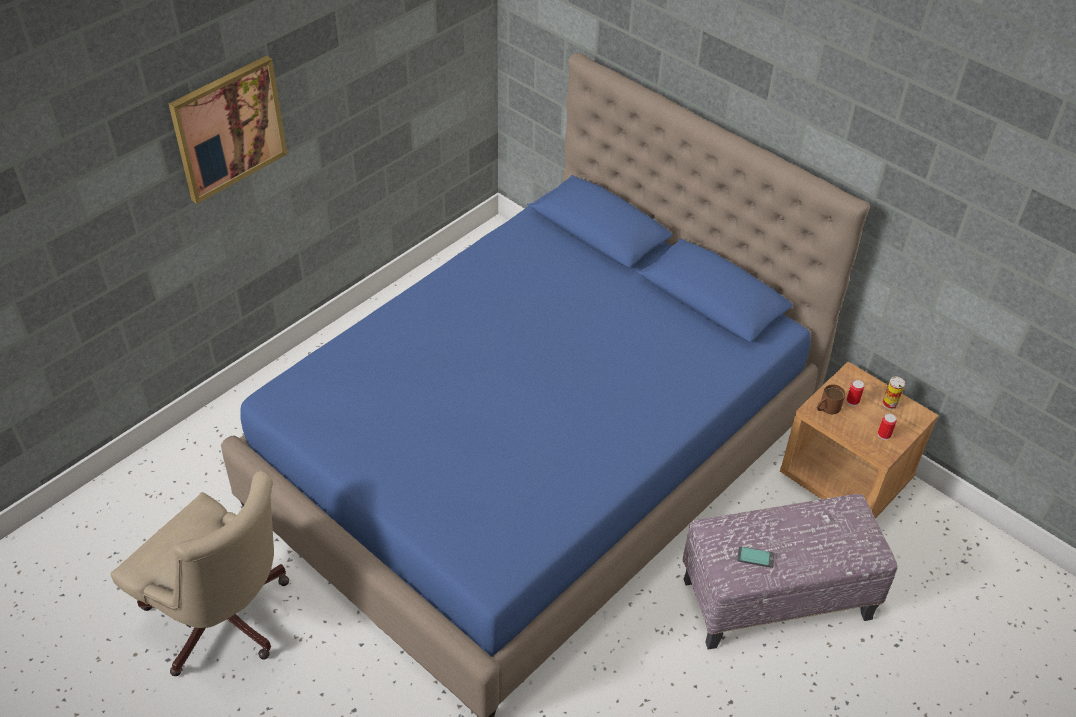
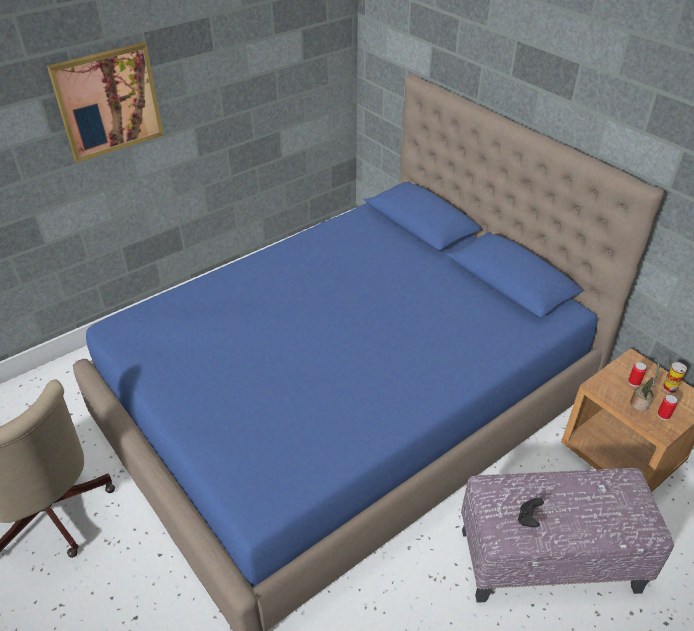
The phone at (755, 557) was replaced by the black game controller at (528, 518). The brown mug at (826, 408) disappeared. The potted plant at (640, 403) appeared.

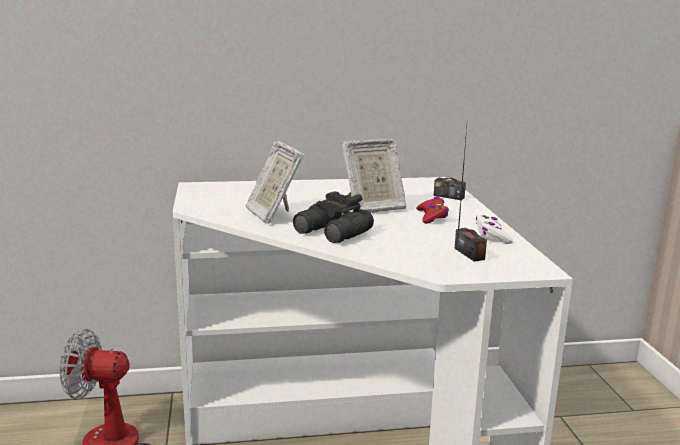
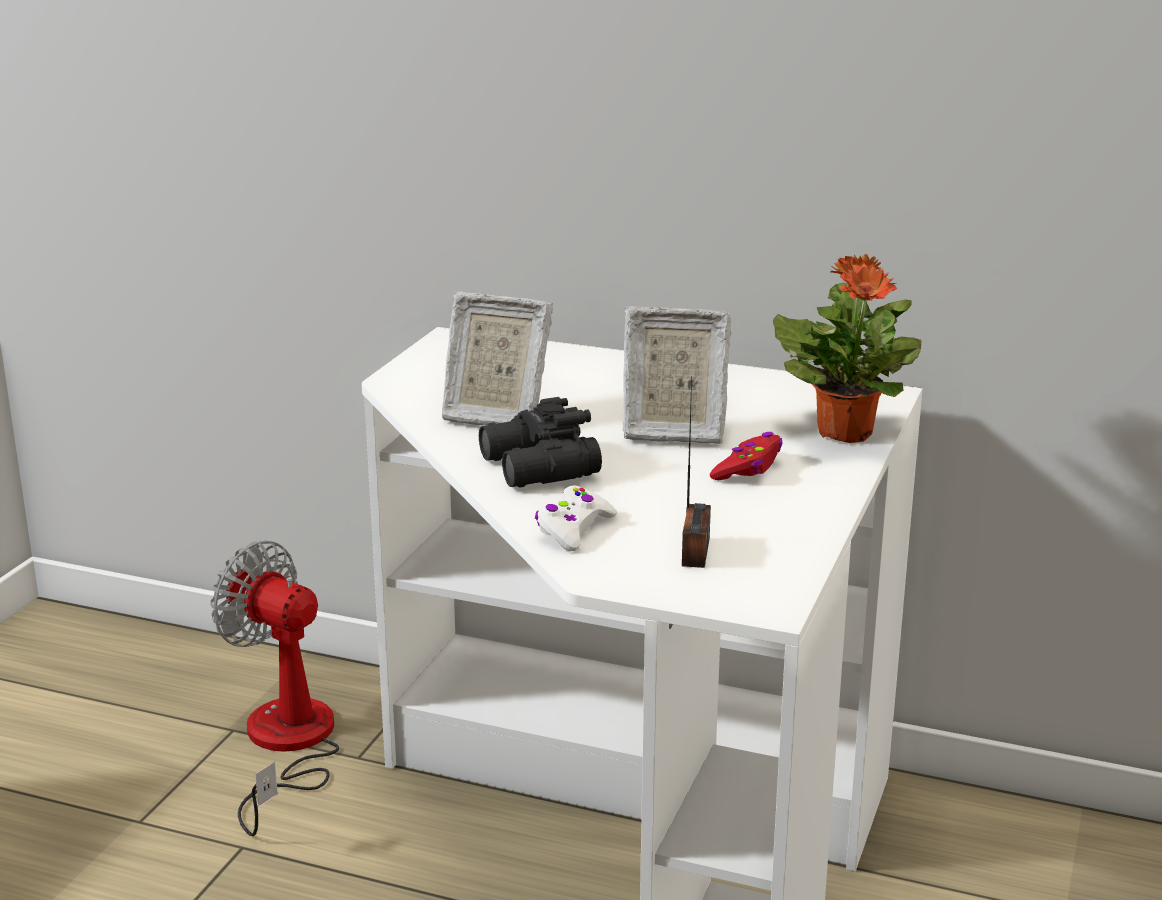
The picture frame at (273, 215) turned 75 degrees counterclockwise. The radio at (449, 196) was replaced by the potted plant at (845, 432). The white game controller moved from (492, 235) to (573, 529).

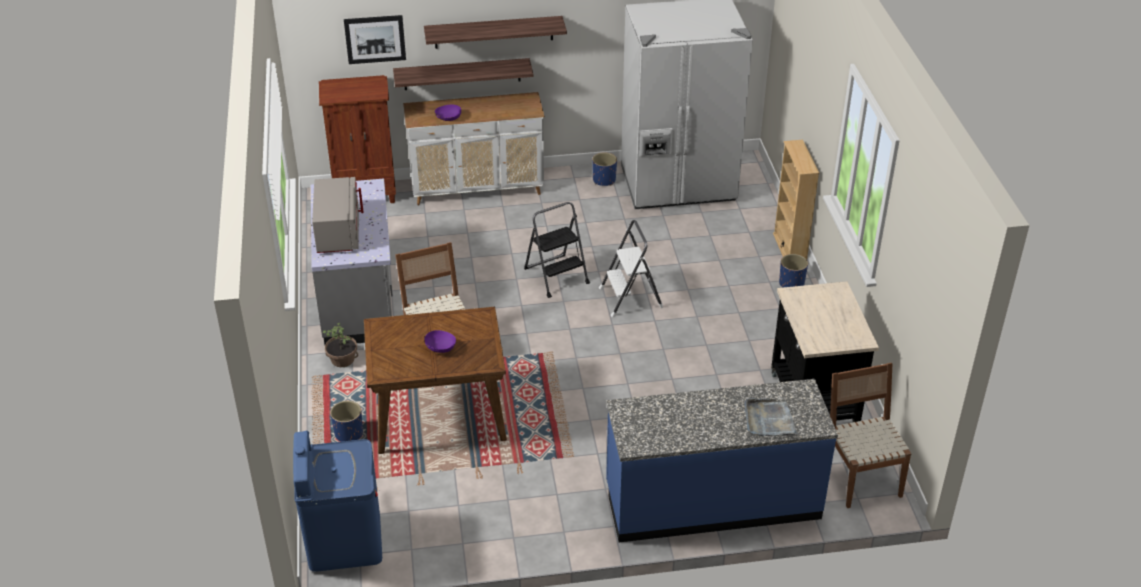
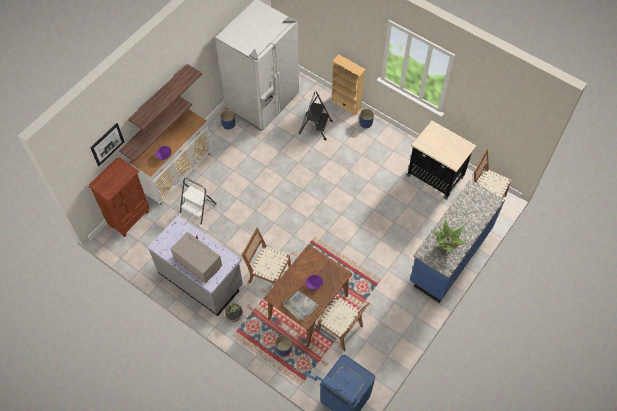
The black step ladder moved from (555, 274) to (314, 126). The white step ladder moved from (633, 297) to (199, 208). The grey tray moved from (769, 420) to (300, 306). The chair at (341, 330) appeared. The potted plant at (446, 245) appeared.

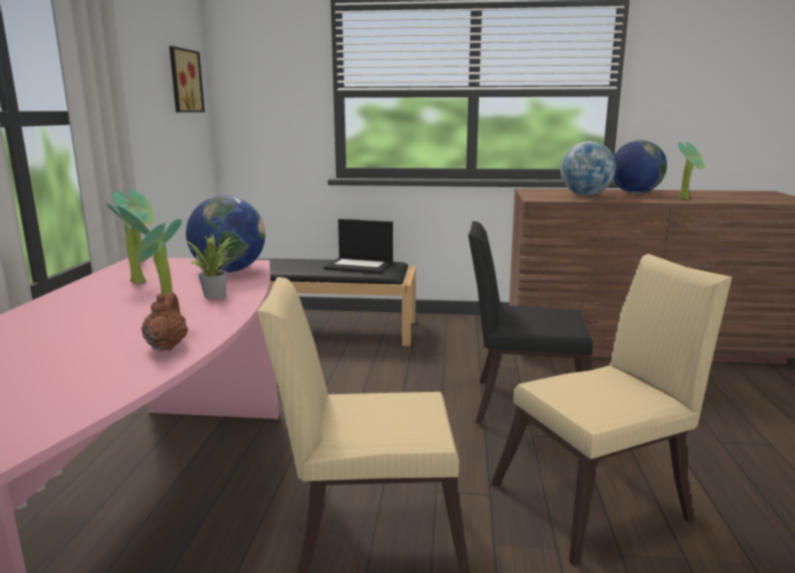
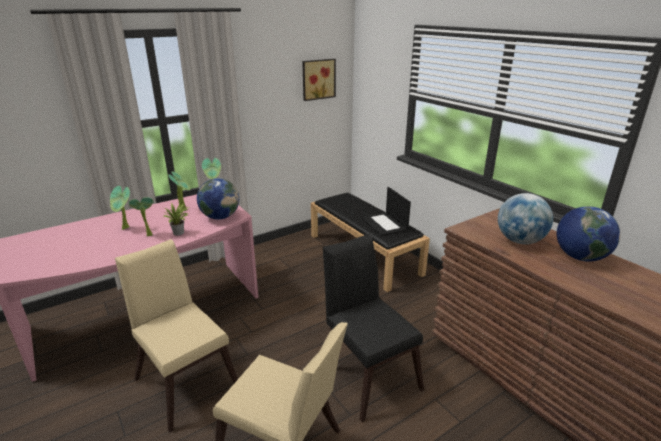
The brown teapot at (167, 346) disappeared. The potted plant moved from (686, 198) to (126, 228).

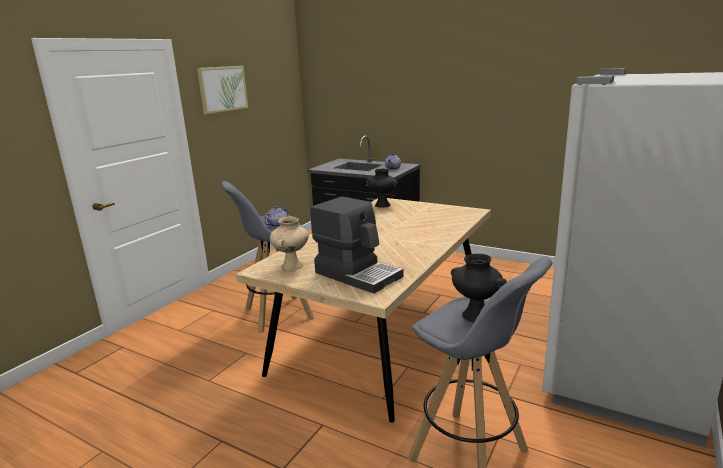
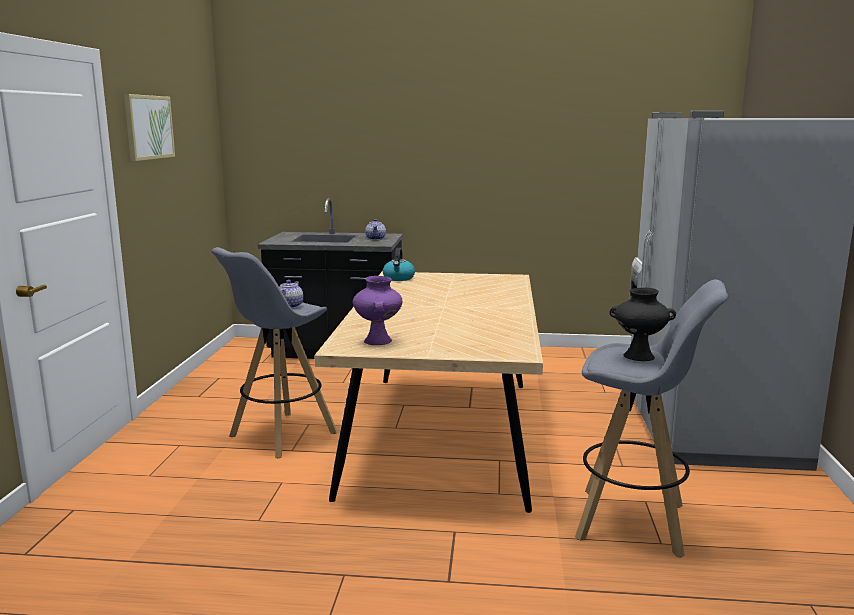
The beige vase at (292, 266) became the purple vase at (378, 341). The coffee machine at (358, 274) disappeared. The black vase at (383, 205) was replaced by the kettle at (399, 278).

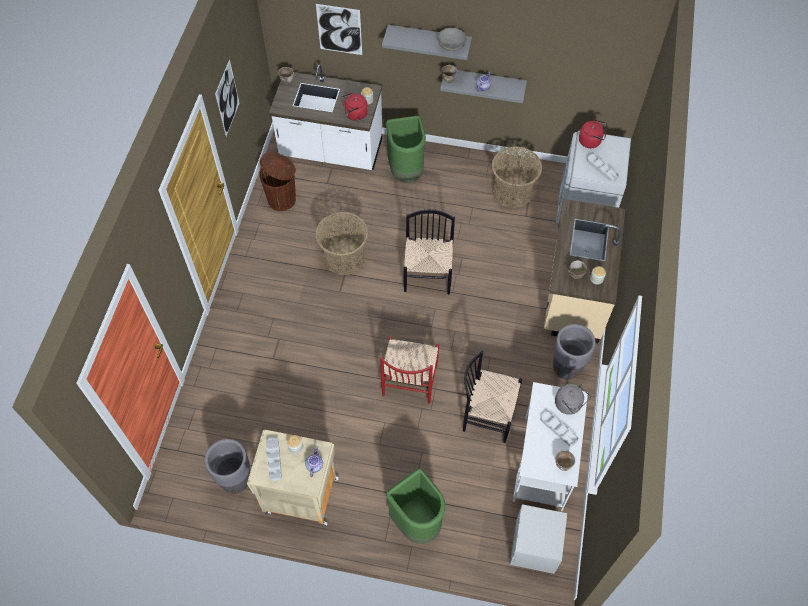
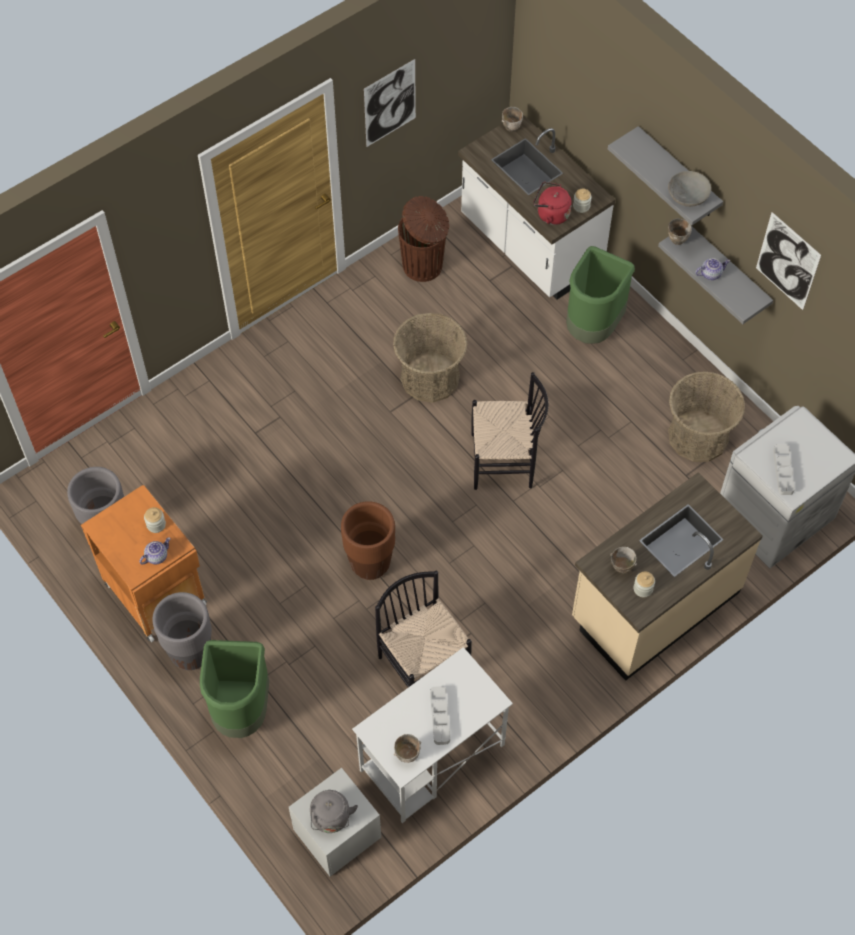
The beige cart at (300, 495) became the orange cart at (154, 592). The grey tray at (274, 459) disappeared. The picture moved from (339, 29) to (787, 261). The red chair at (409, 383) was replaced by the brown planter at (370, 564). The black chair at (428, 274) turned 45 degrees clockwise. The grey planter moved from (566, 368) to (191, 653). The grey kettle moved from (569, 405) to (331, 819). The red kettle at (591, 141) disappeared.

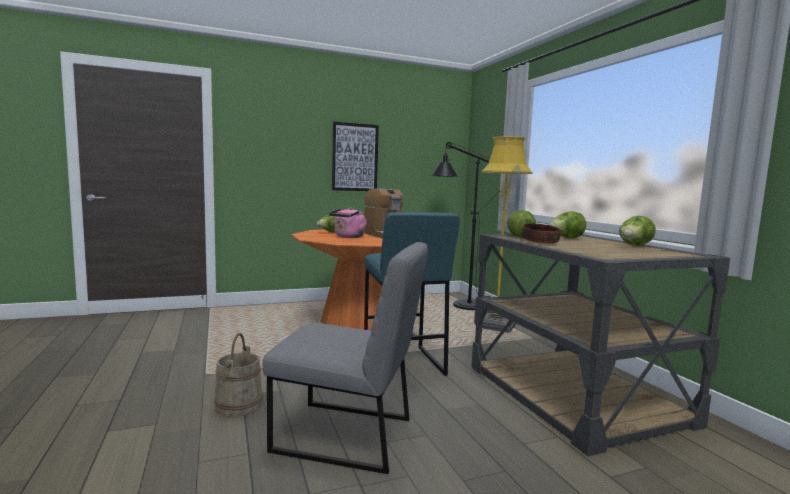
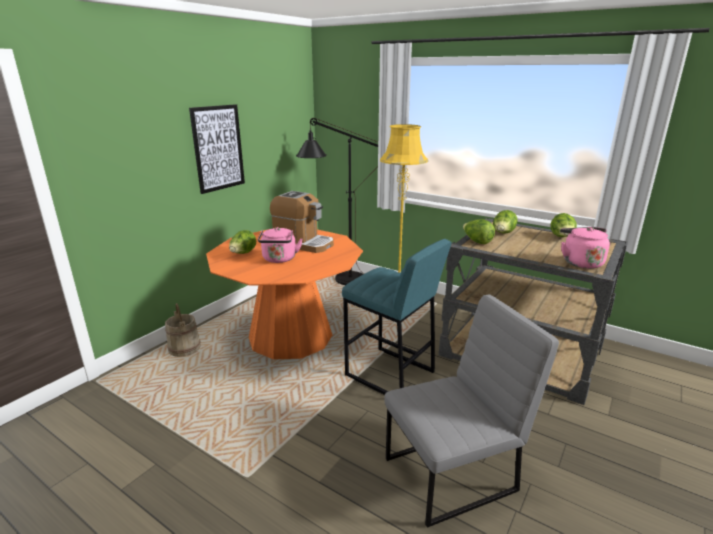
The beige bucket moved from (238, 405) to (184, 348). The bowl at (539, 242) disappeared. The pink kettle at (580, 262) appeared.

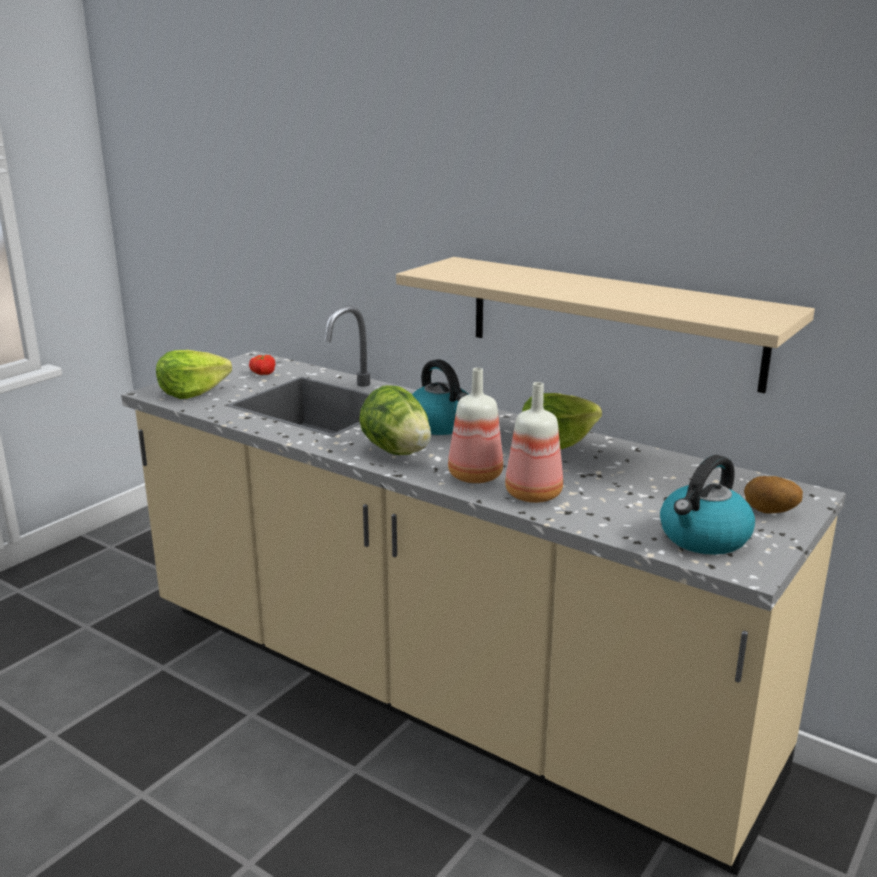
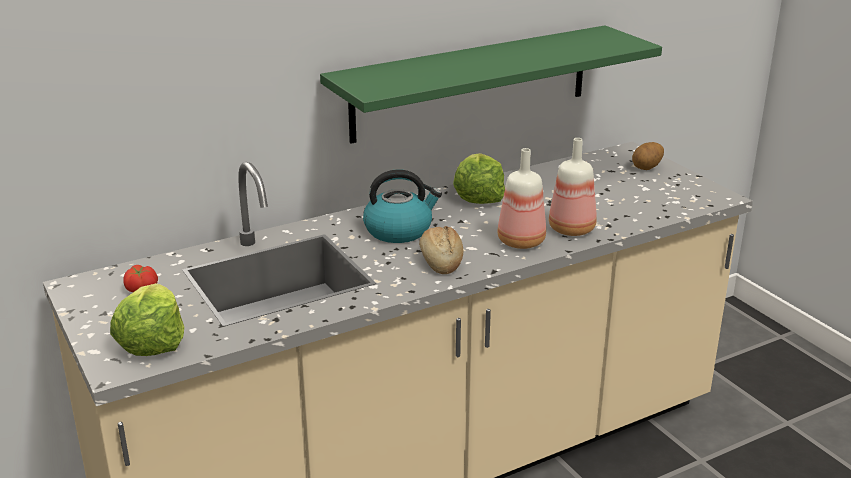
The lettuce at (396, 451) was replaced by the bread at (441, 261). The beige shelf at (611, 321) became the green shelf at (472, 83). The kettle at (703, 538) disappeared.

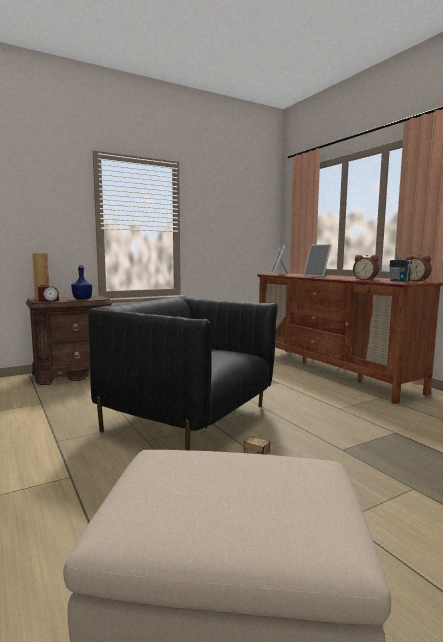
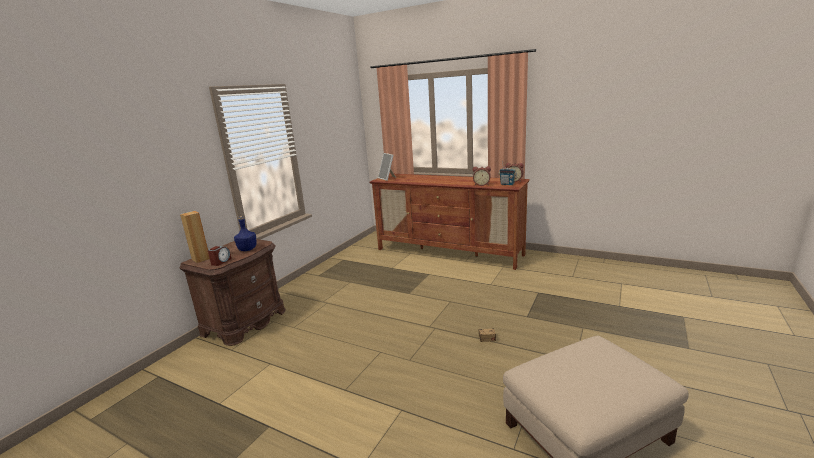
The black armchair at (189, 419) disappeared. The picture frame at (317, 276) disappeared.

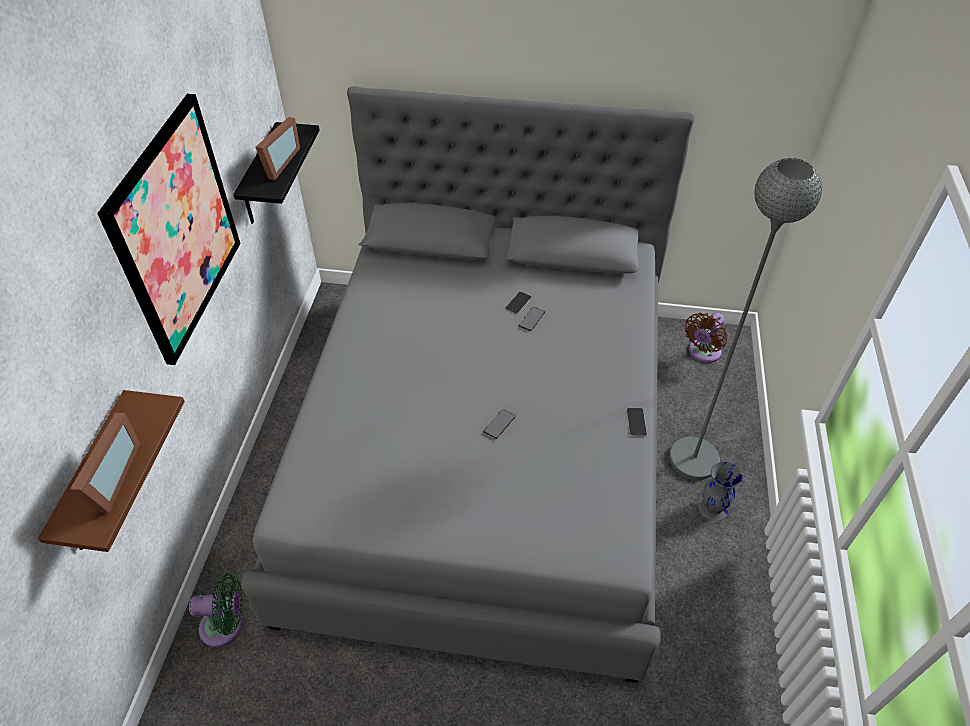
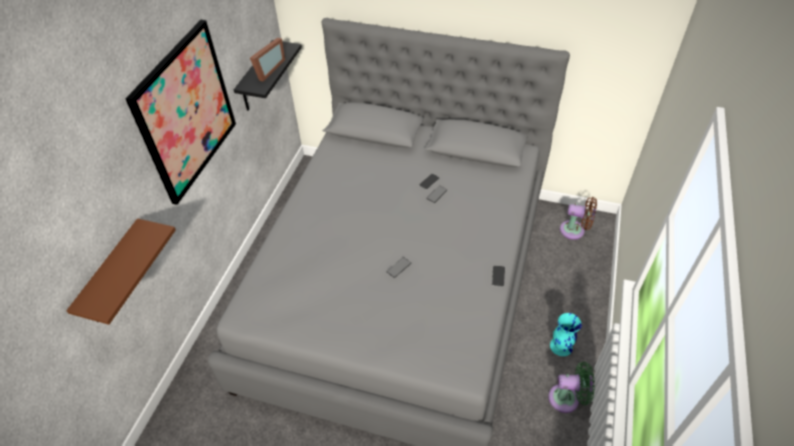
The picture frame at (110, 479) disappeared. The green fan moved from (226, 626) to (567, 399). The grey floor lamp at (694, 460) disappeared. The brown fan at (702, 353) turned 120 degrees counterclockwise. The grey vase at (712, 508) became the turquoise vase at (561, 346).

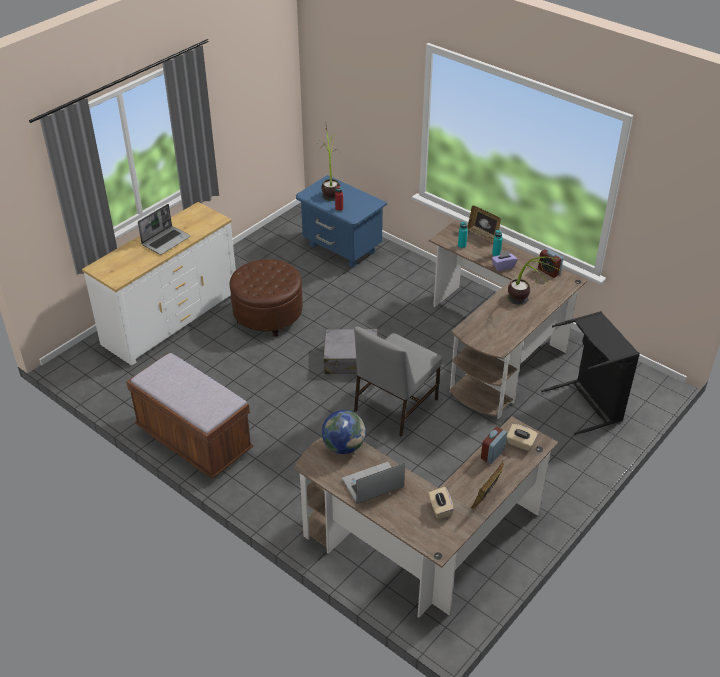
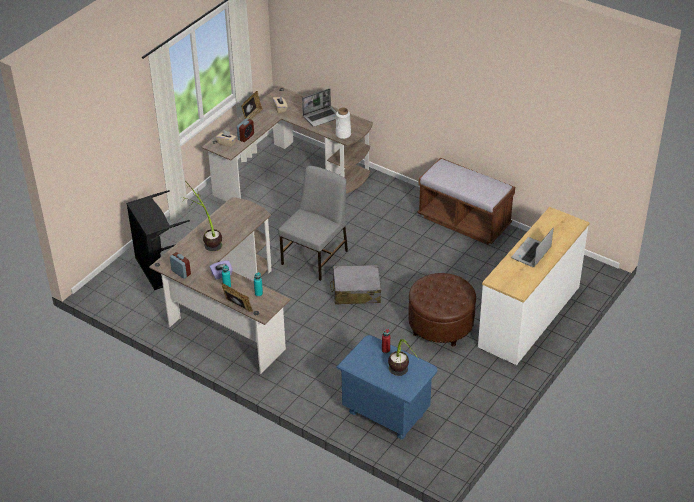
The globe at (343, 446) was replaced by the white vase at (343, 134).

